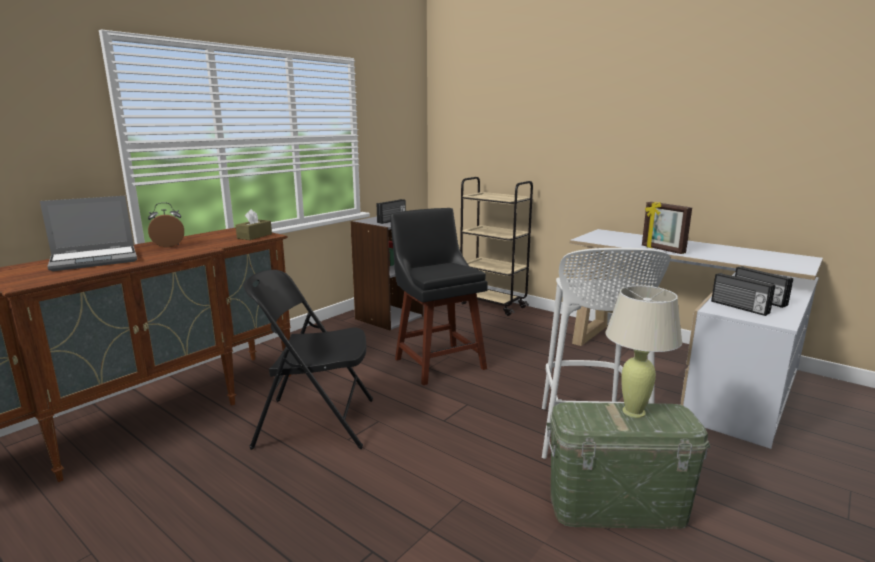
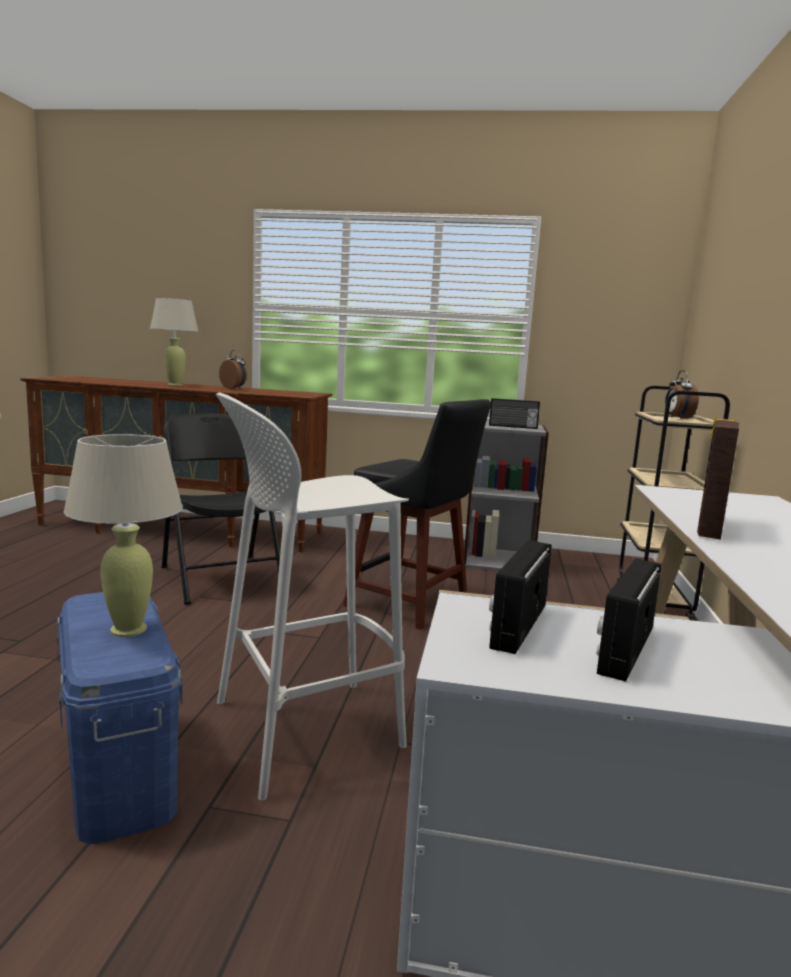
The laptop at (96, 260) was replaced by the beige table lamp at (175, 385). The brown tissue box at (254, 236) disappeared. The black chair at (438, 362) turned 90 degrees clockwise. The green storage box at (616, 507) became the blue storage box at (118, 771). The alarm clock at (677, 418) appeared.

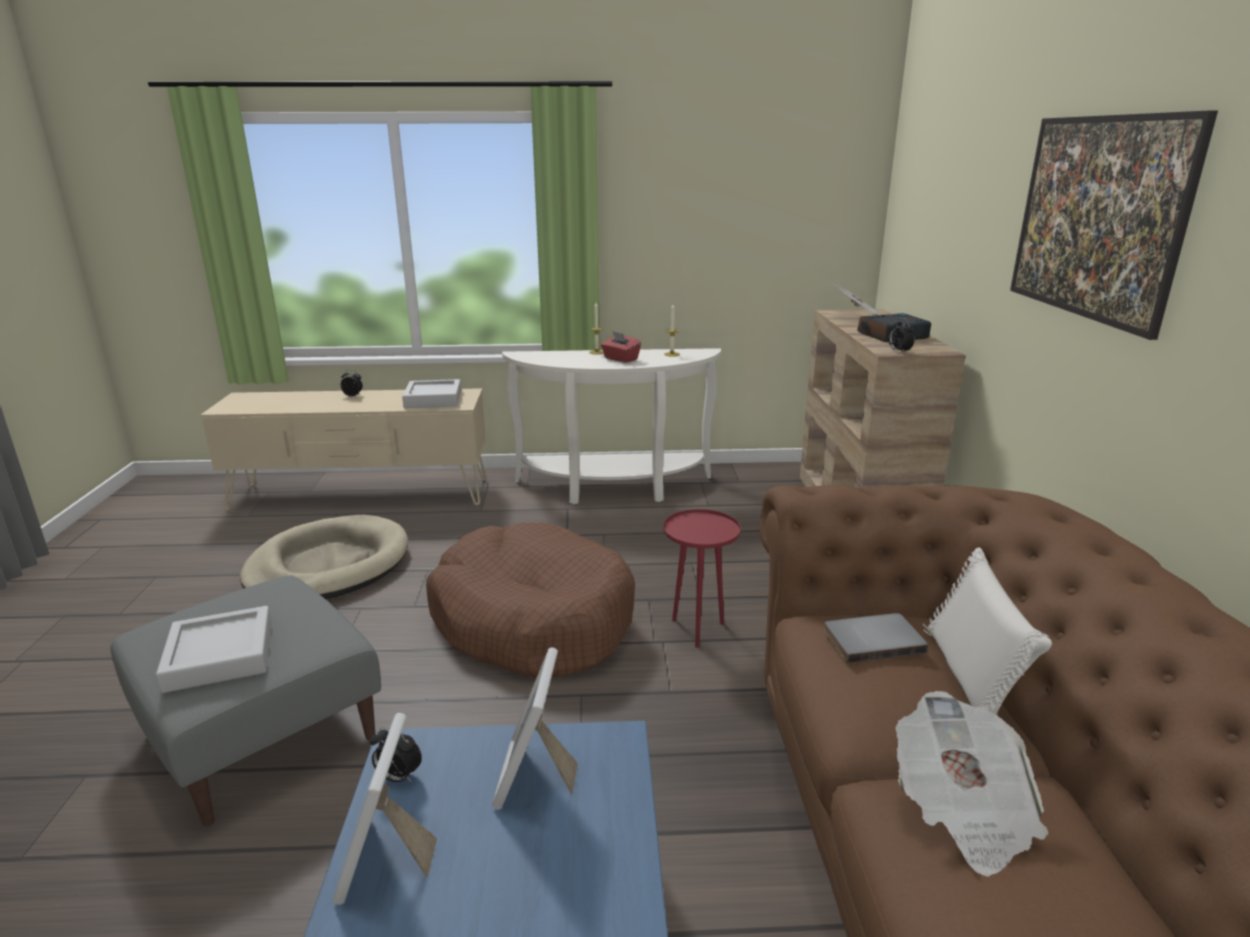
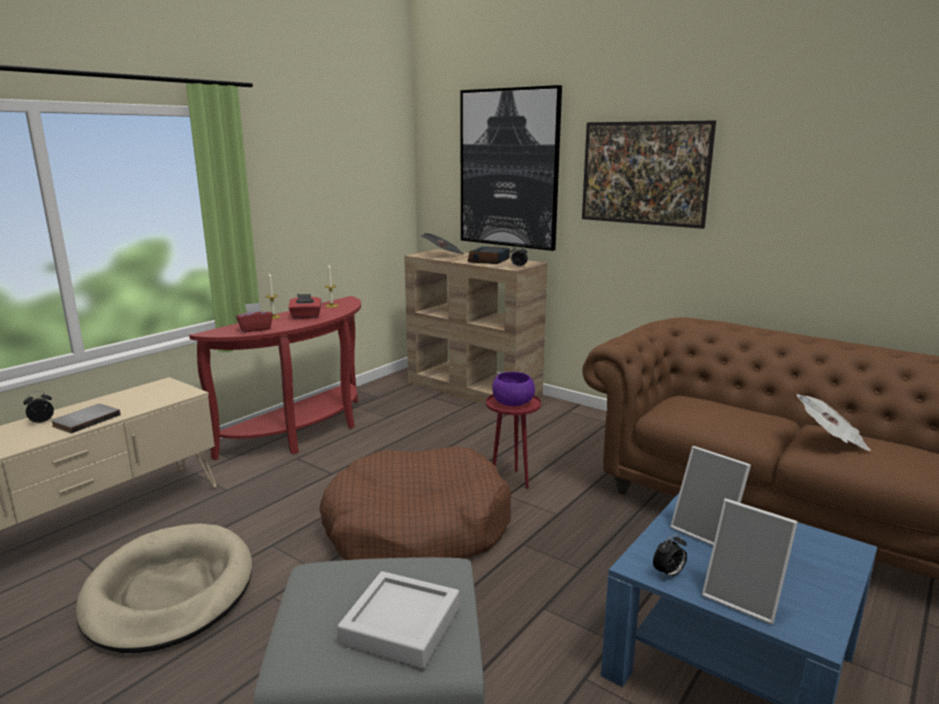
The grey tray at (433, 399) disappeared. The white console table at (614, 489) became the red console table at (305, 433). The grey book moved from (871, 639) to (85, 420). The white pillow at (971, 679) disappeared. The red tissue box at (255, 329) appeared. The picture at (508, 169) appeared. The purple bowl at (512, 403) appeared.

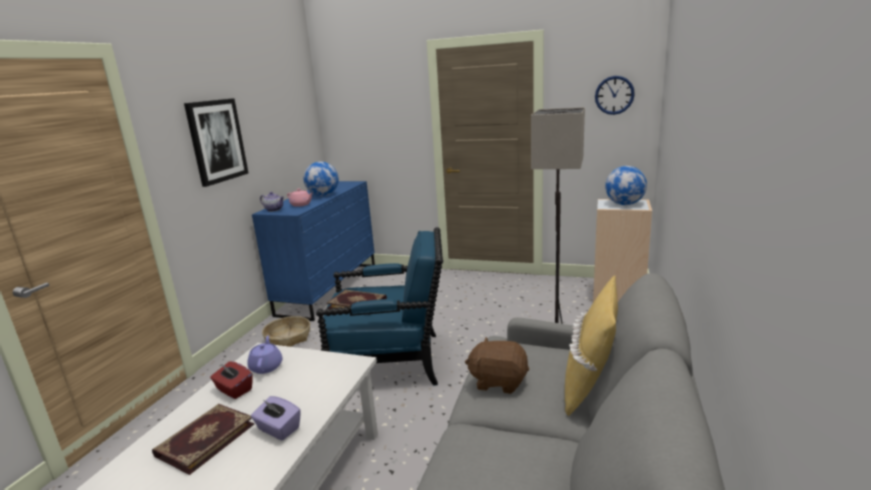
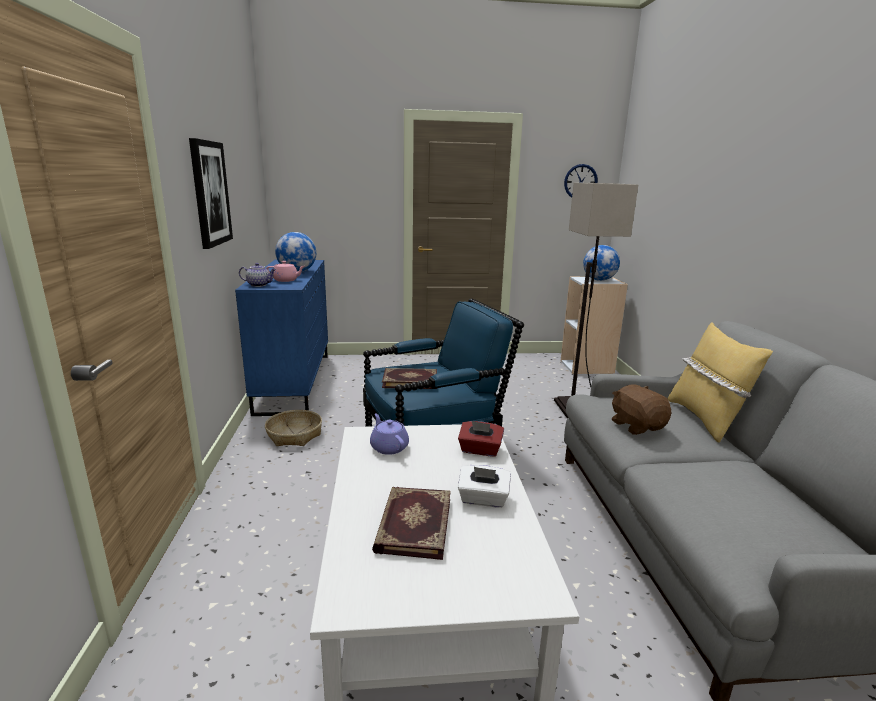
The red tissue box moved from (234, 390) to (480, 450). The purple tissue box at (278, 429) became the white tissue box at (483, 499). The brown plush toy at (498, 381) turned 75 degrees clockwise.

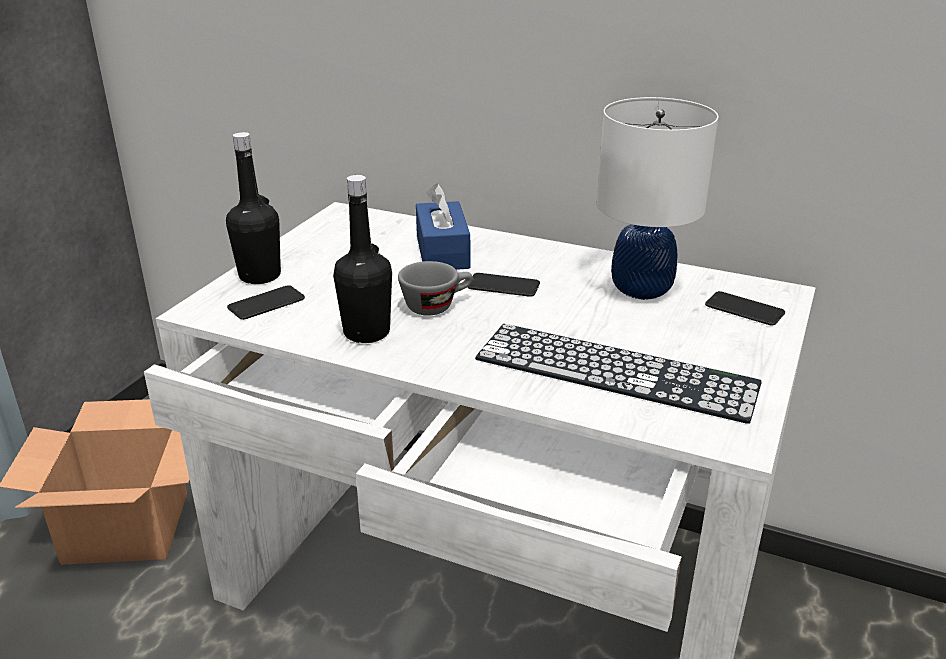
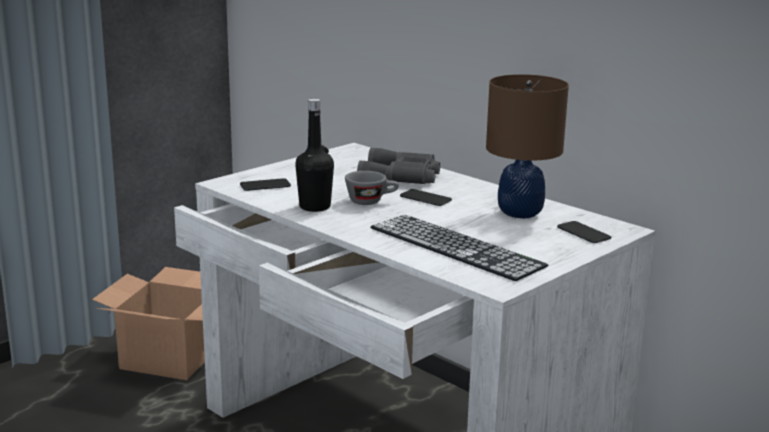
The black bottle at (260, 276) disappeared. The blue tissue box at (442, 252) was replaced by the grey binoculars at (402, 177). The white table lamp at (643, 290) became the brown table lamp at (522, 214).

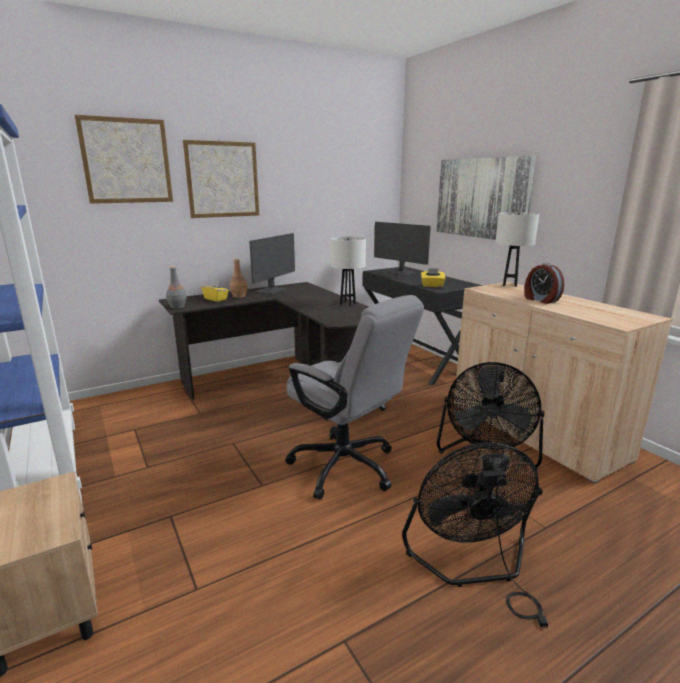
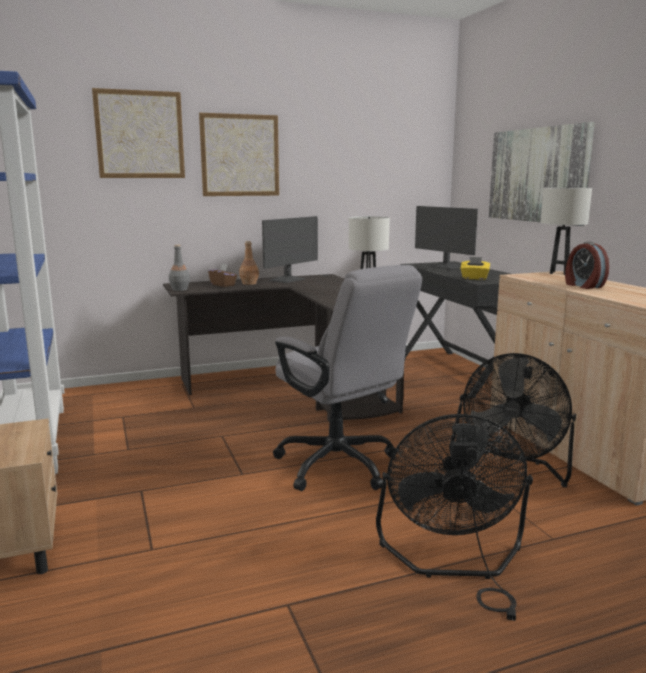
The yellow tissue box at (216, 299) became the brown tissue box at (223, 285).

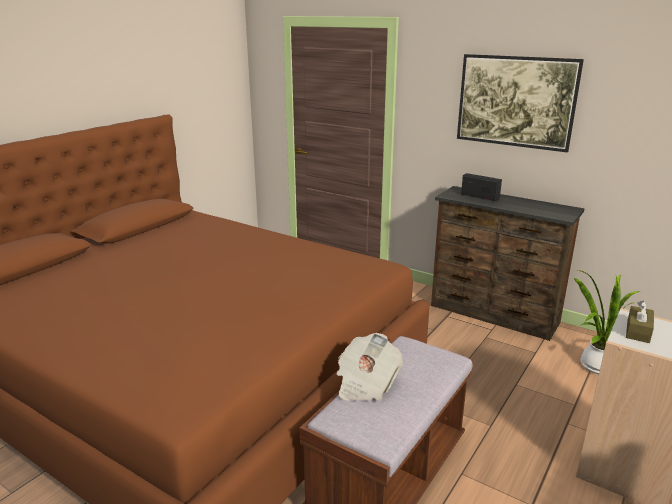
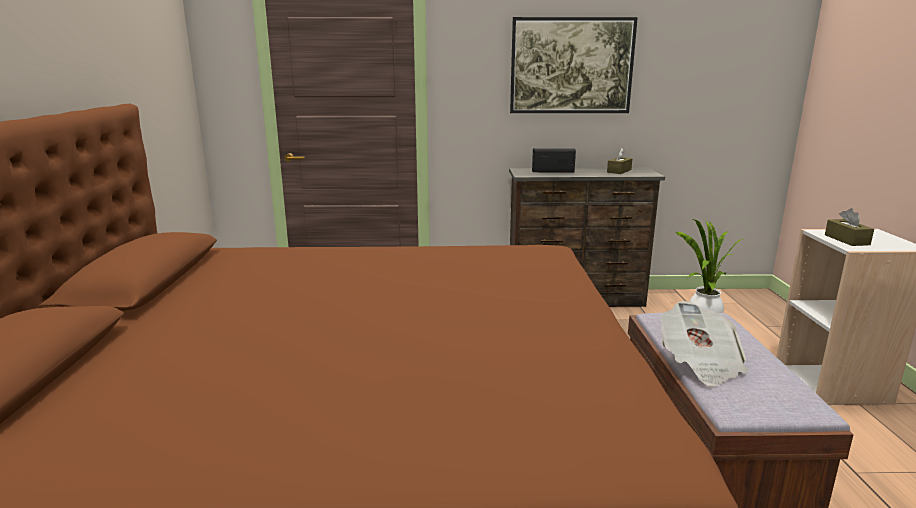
The brown tissue box at (619, 171) appeared.

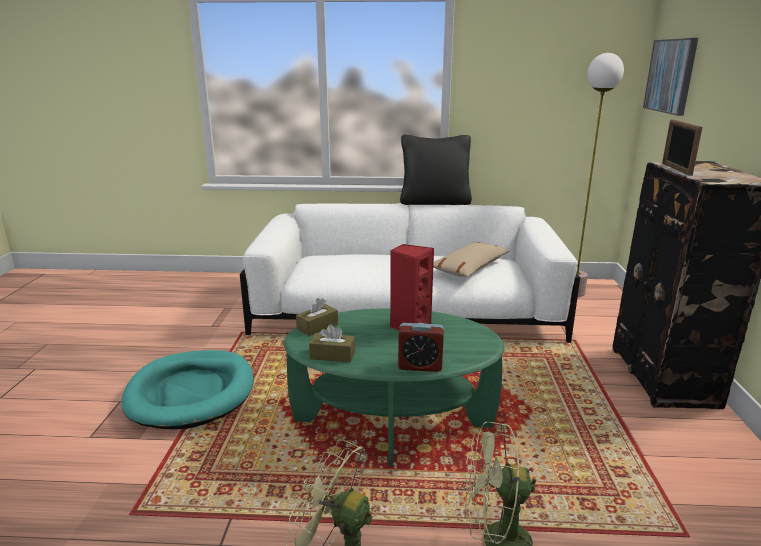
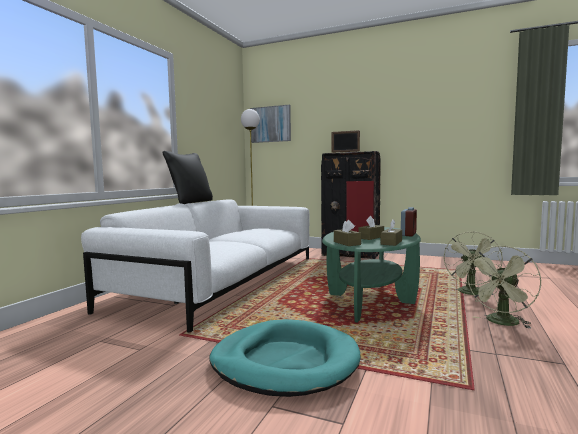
The beige pillow at (469, 268) disappeared. The brown tissue box at (371, 237) appeared.

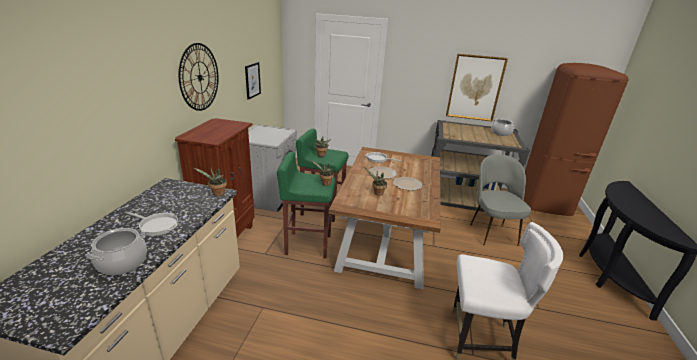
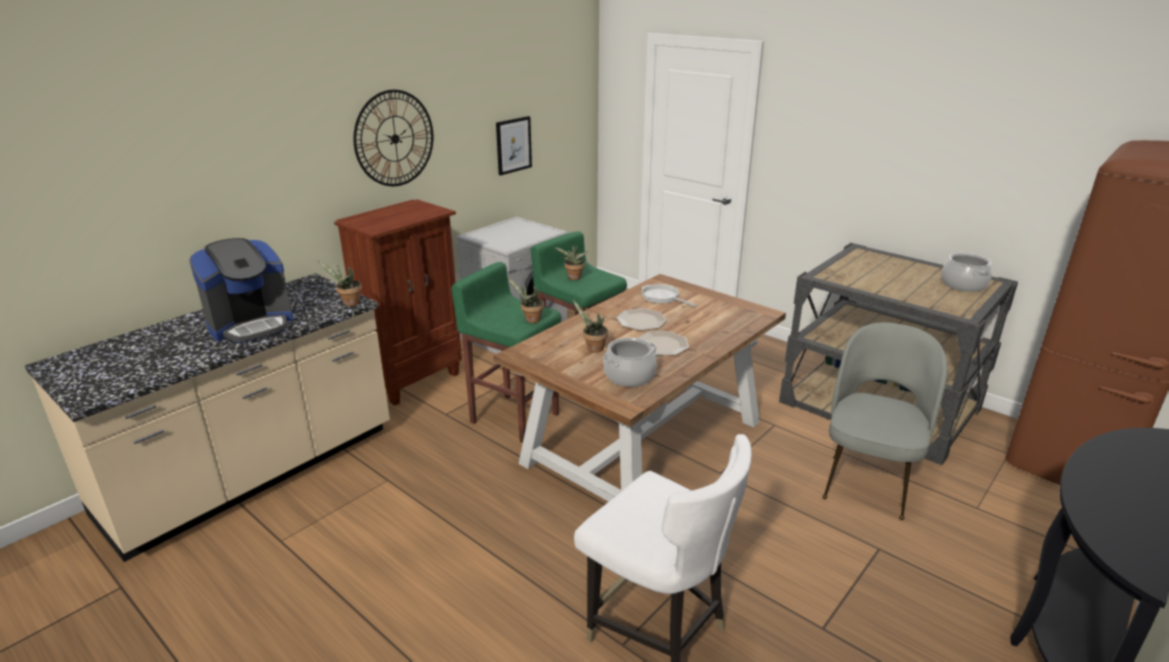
The cooking pot moved from (122, 262) to (629, 376). The frying pan at (157, 225) was replaced by the coffee machine at (251, 325). The picture at (475, 88) disappeared.

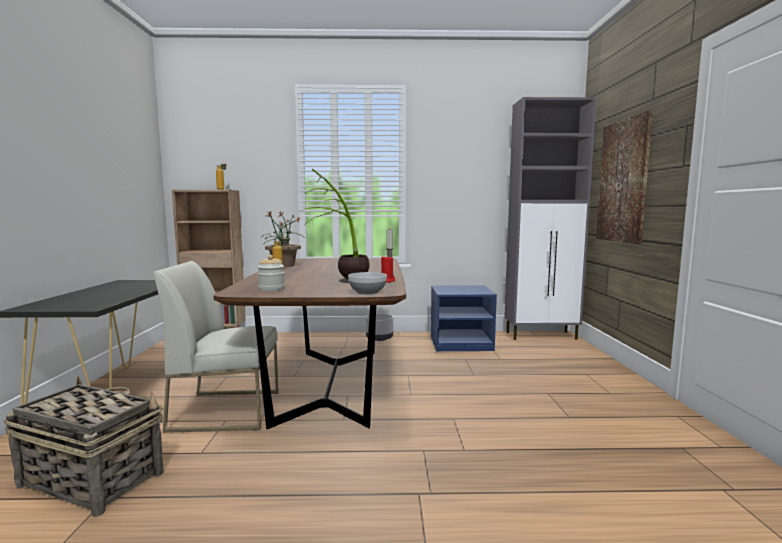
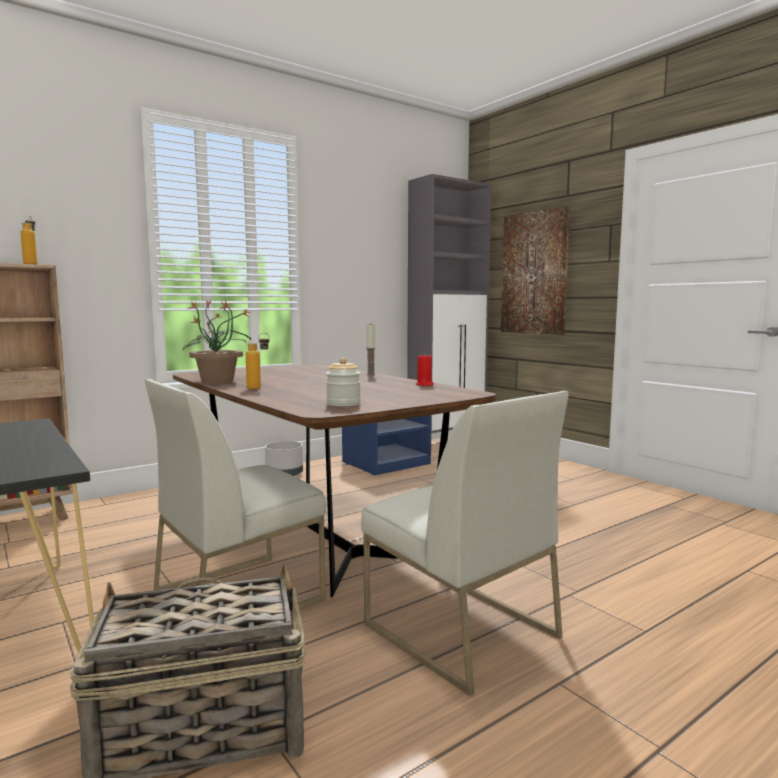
The potted plant at (341, 283) disappeared. The bowl at (367, 292) disappeared. The white chair at (458, 630) appeared.

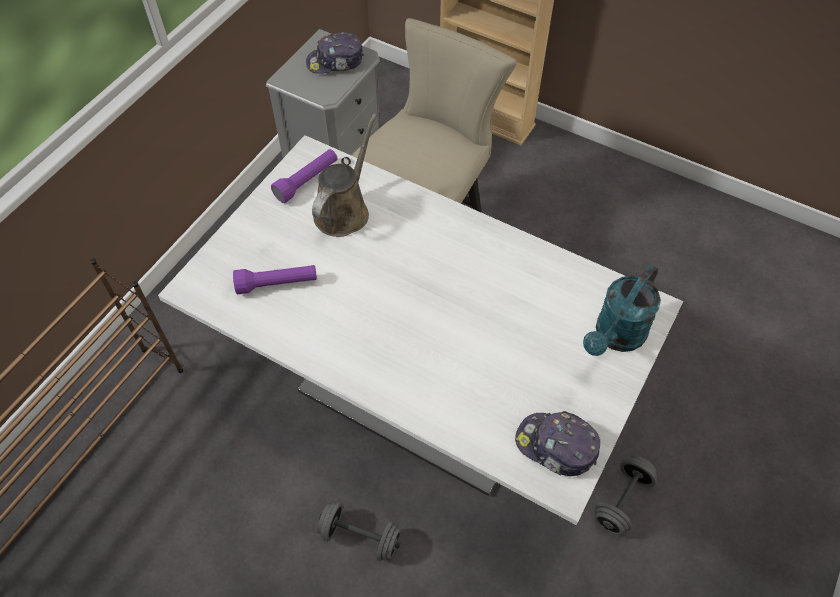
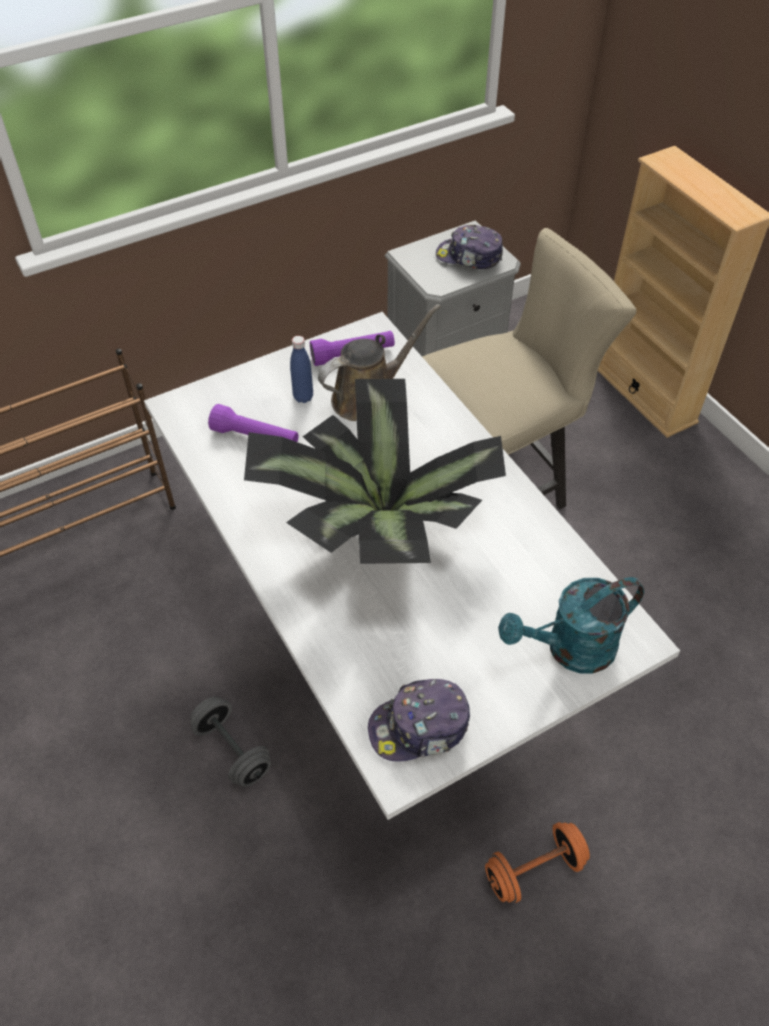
The cap at (556, 447) turned 75 degrees counterclockwise. The grey dumbbell at (621, 501) became the orange dumbbell at (534, 870). The potted plant at (375, 528) appeared. The blue bottle at (303, 397) appeared.

